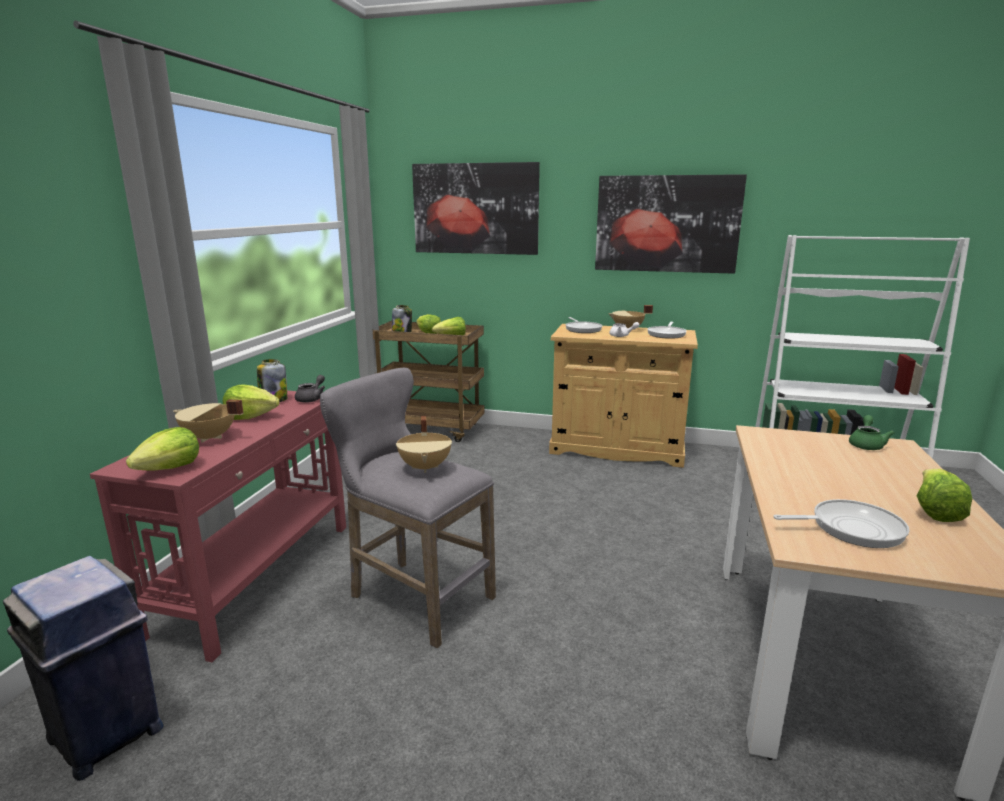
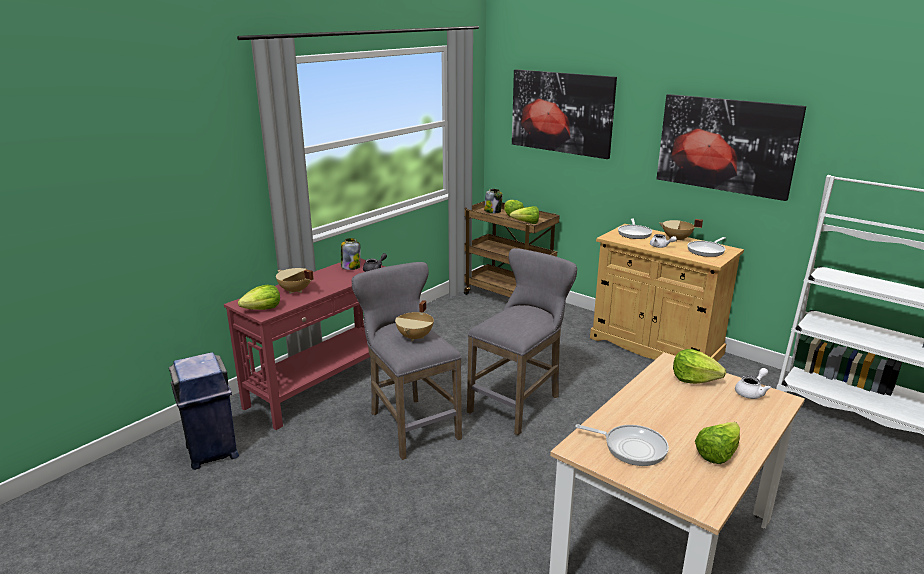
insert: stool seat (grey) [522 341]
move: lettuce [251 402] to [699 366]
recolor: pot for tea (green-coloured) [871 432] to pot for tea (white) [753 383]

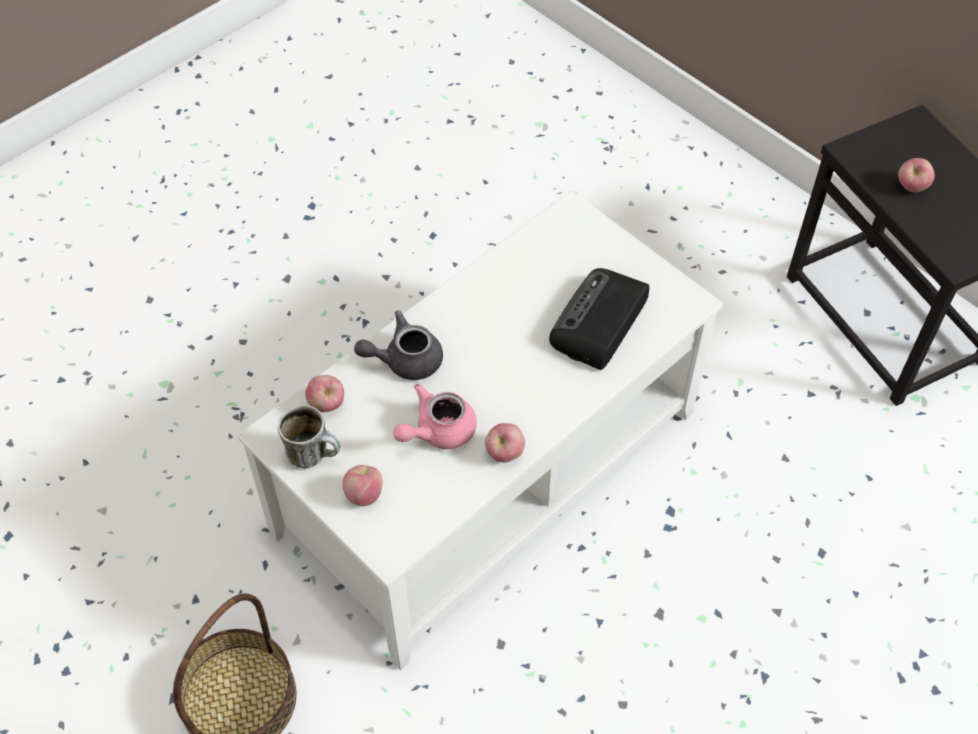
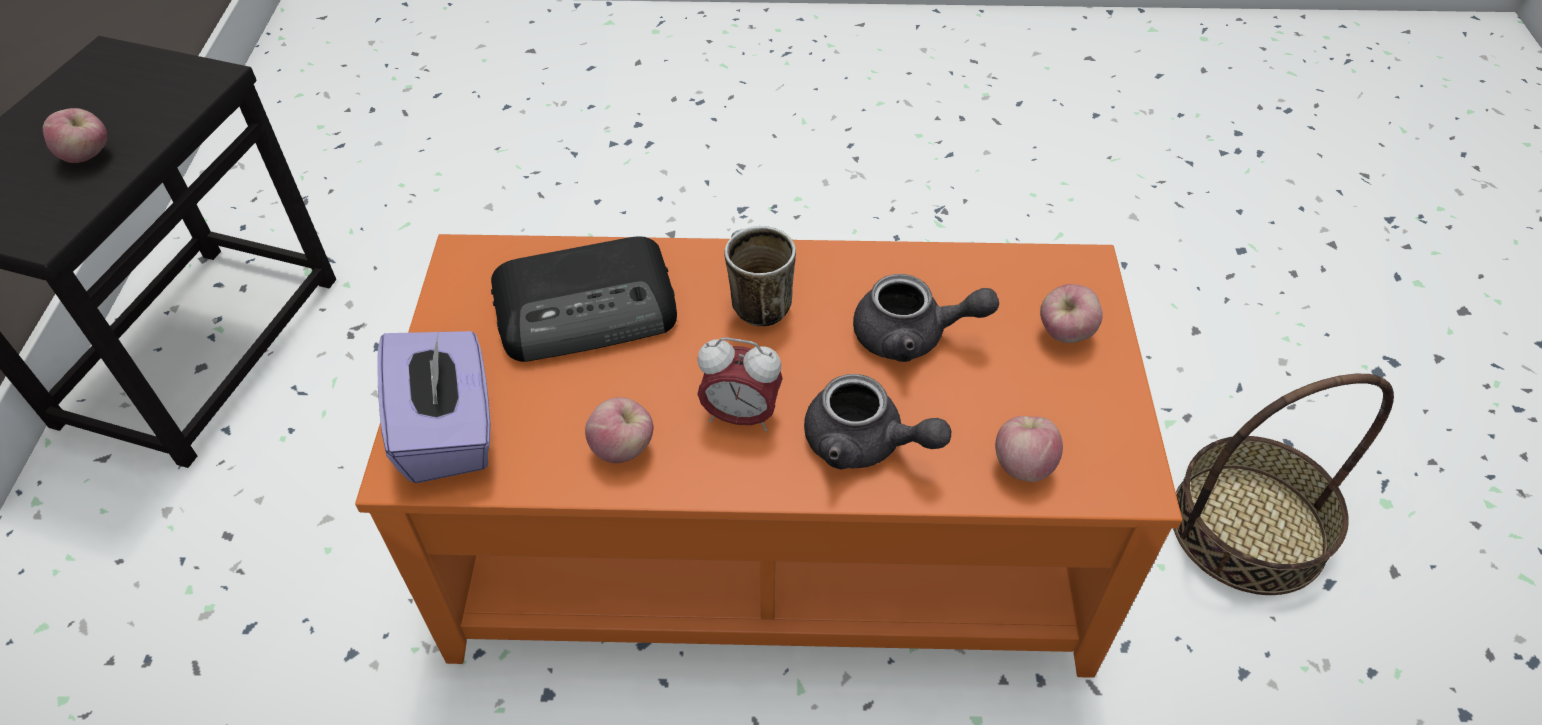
insert: box of tissues (purple) [434 407]; table clock [740 384]
move: coffee mug [309 436] to [760 276]; apple [505 442] to [619 430]
recolor: low table (white) [480 430] to low table (orange-coloured) [768 456]; pot for tea (pinkish) [435 416] to pot for tea (grey) [926 318]

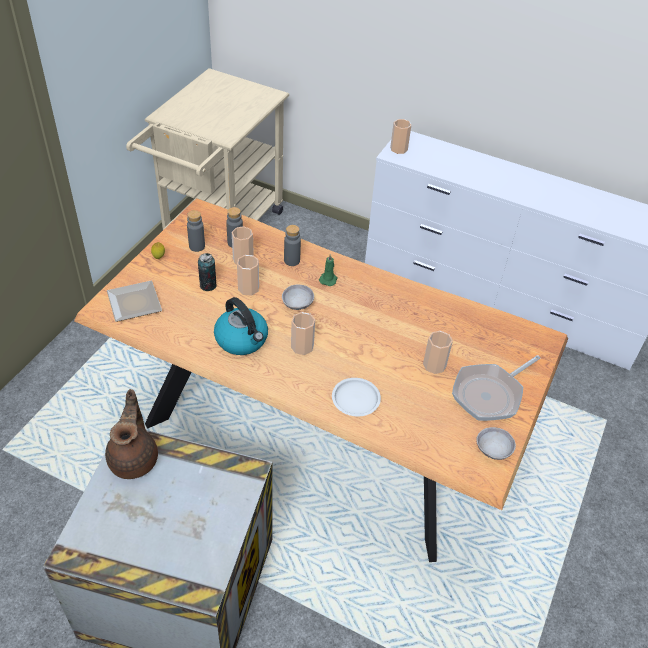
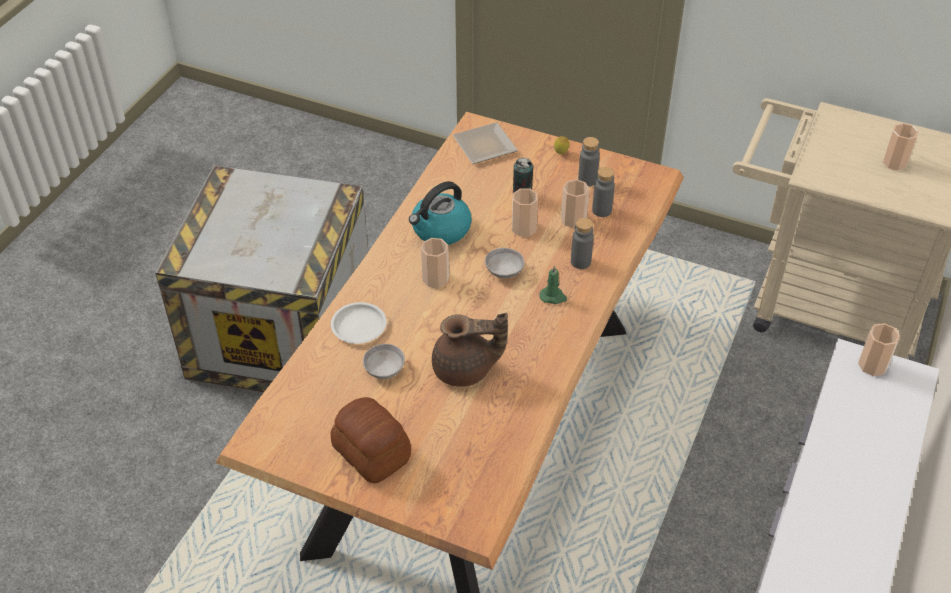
move: drinking cup [438 352] to [901 147]; pot for tea (brownish) [131 434] to [470 350]; bowl (grey) [496 443] to [384 361]
replace: frying pan [496 388] to bread [371 440]

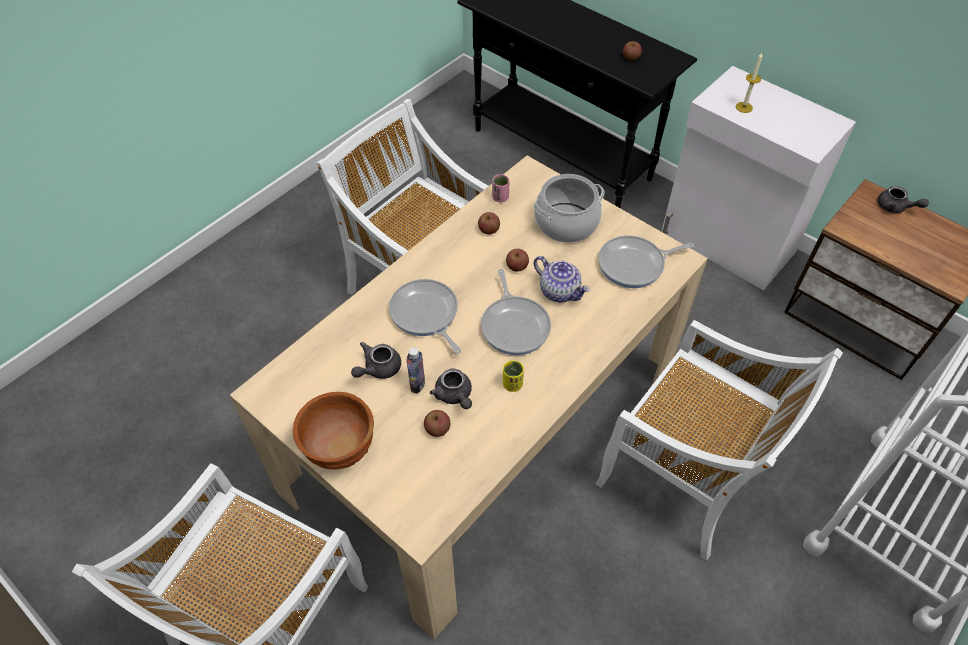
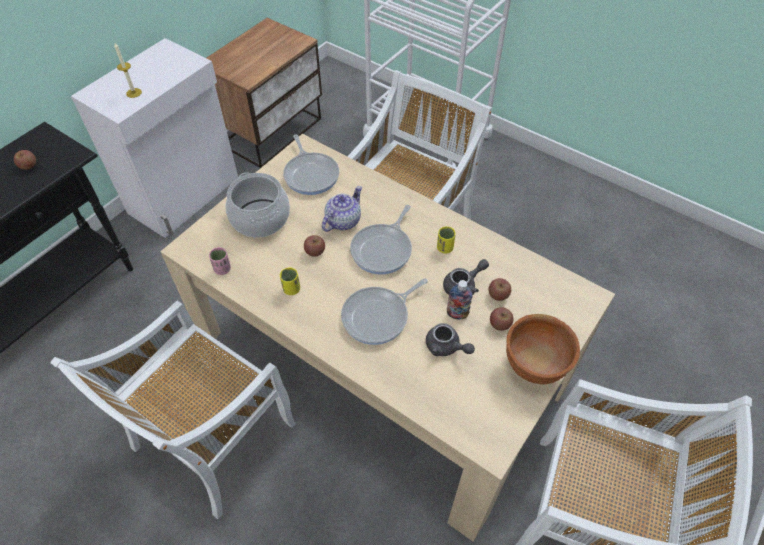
delete: pot for tea (grey) [903 199]
insert: drinking cup (yellow) [290 281]
move: apple [489 223] to [502 319]
rotate: frying pan [516 312] = [381 239] 135 degrees clockwise

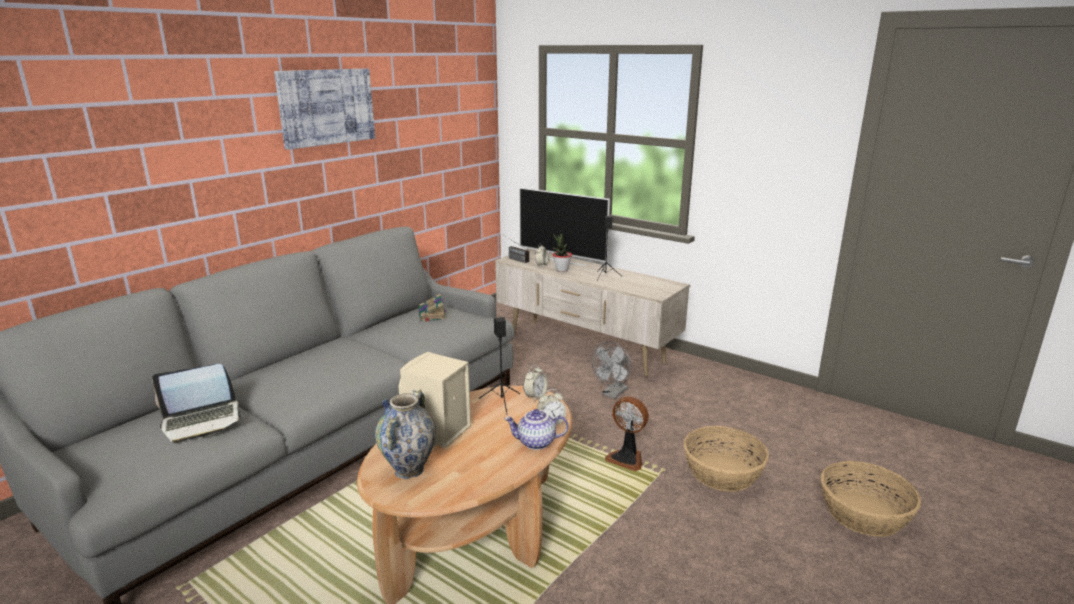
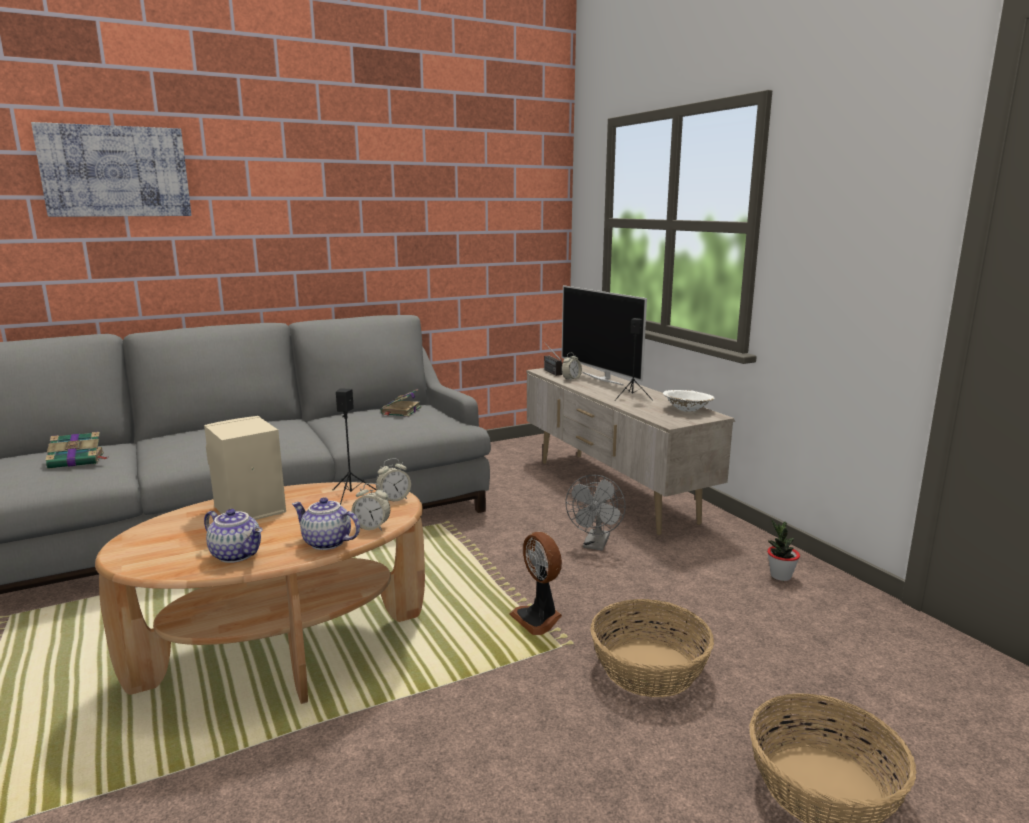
delete: decorative vase [405 434]
insert: bowl (white) [689 401]; pot for tea [233 536]
move: picture [324 109] to [111 169]; plant in a pot [562 253] to [783 550]
replace: notebook computer [198 403] to book [77 450]
rotate: electric fan (grey) [611 370] = [595 513] 45 degrees counterclockwise

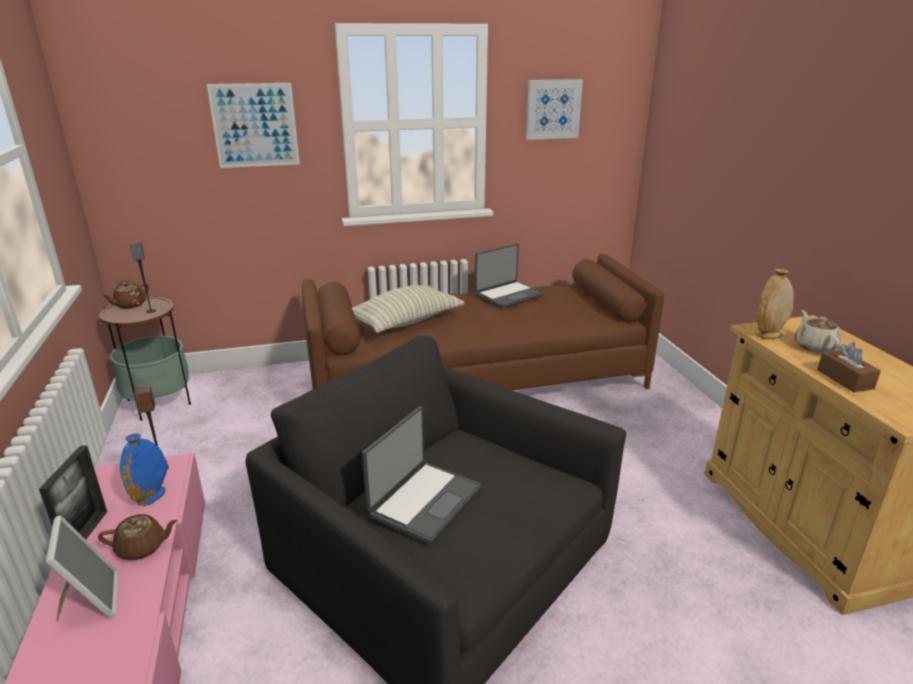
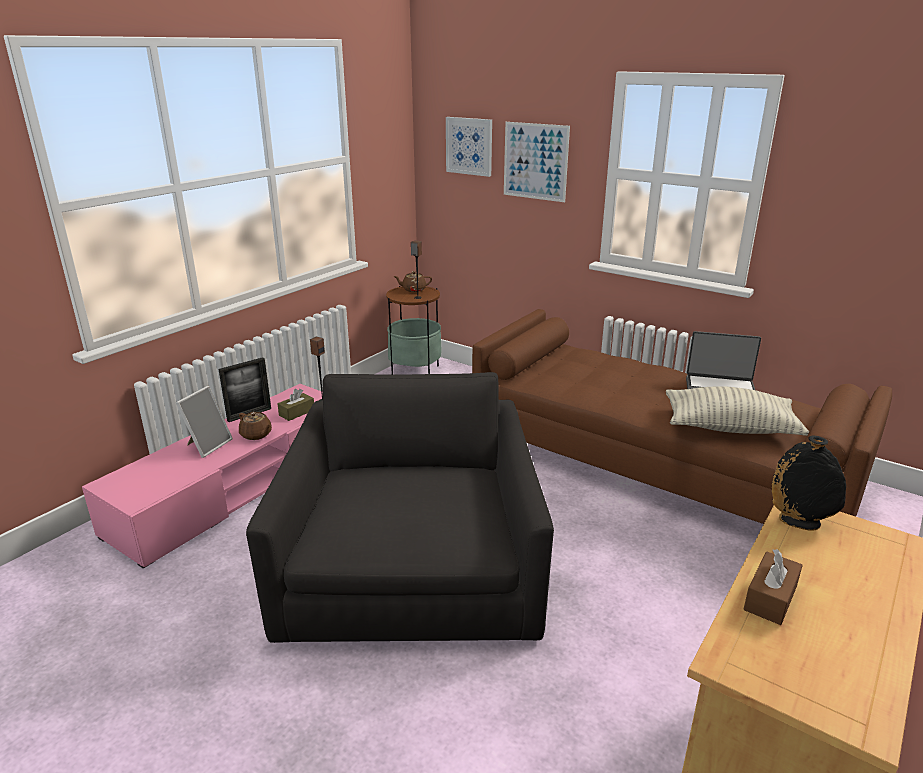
delete: pot for tea (beige-coloured) [818 331]; notebook computer [421 475]
move: picture [554 109] to [469 147]; pillow [408 309] to [737 411]
replace: decorative vase (bluish) [143 469] to box of tissues (brownish) [295 405]
recolor: decorative vase (beige-coloured) [775 304] to decorative vase (black) [809 483]

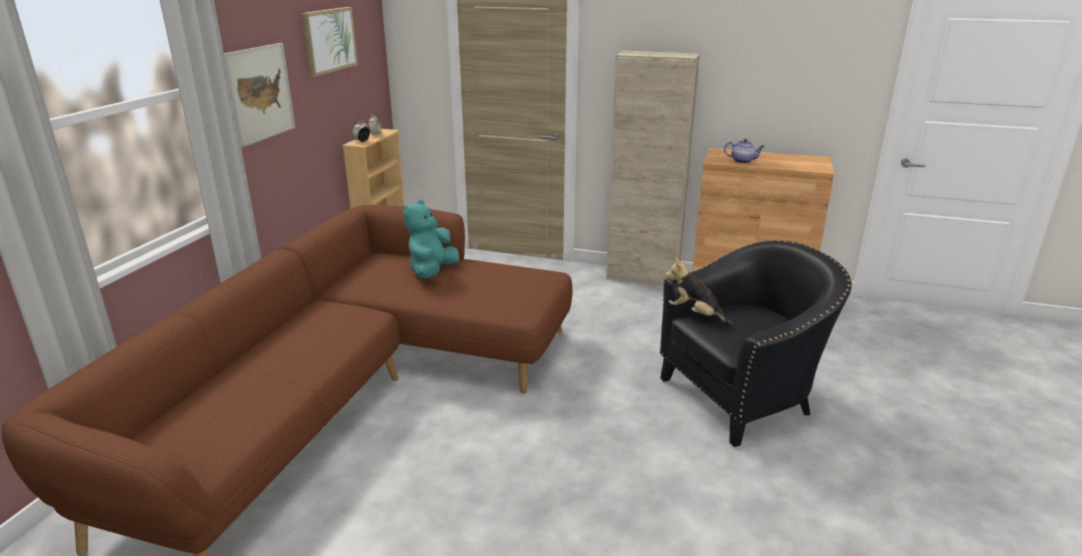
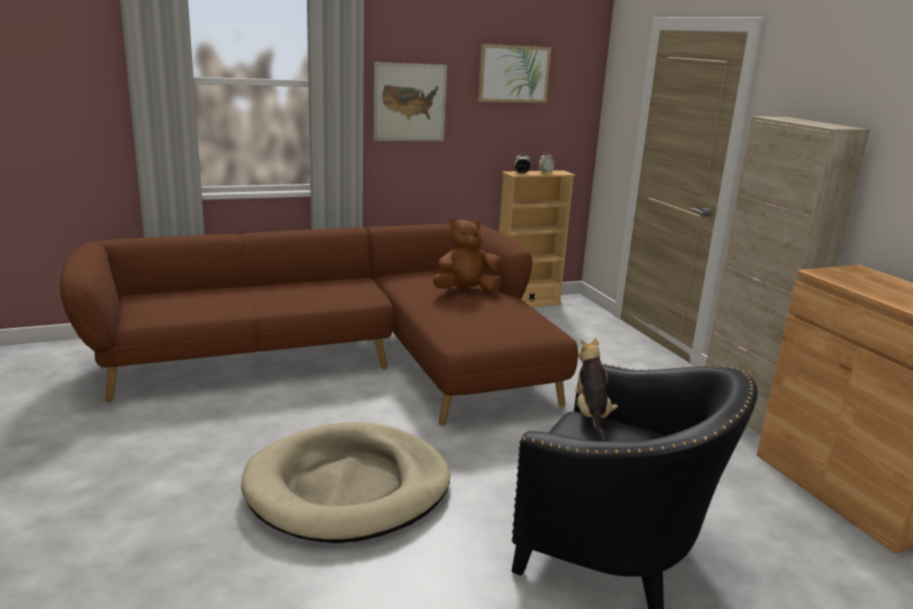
delete: pot for tea [744 151]
insert: dog bed (beige-coloured) [345 482]
recolor: soft toy (blue-green) [431 239] to soft toy (brownish) [467 255]

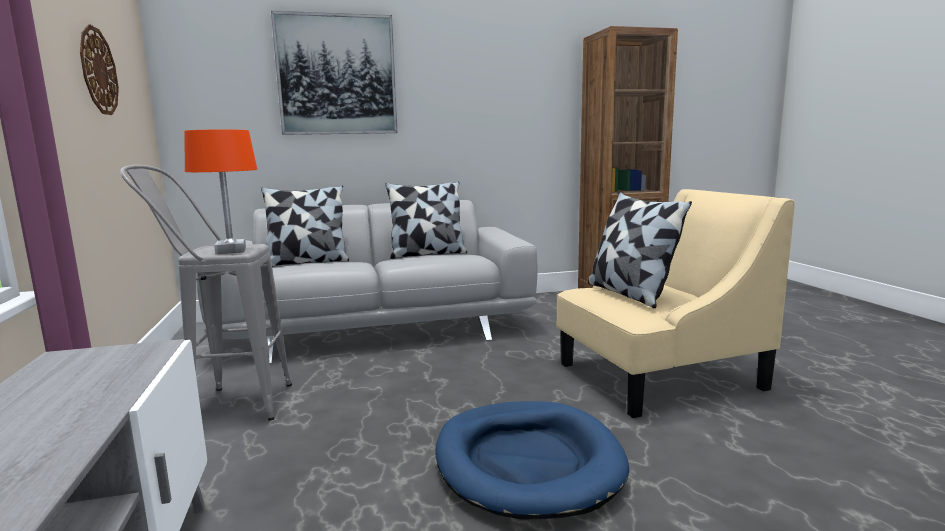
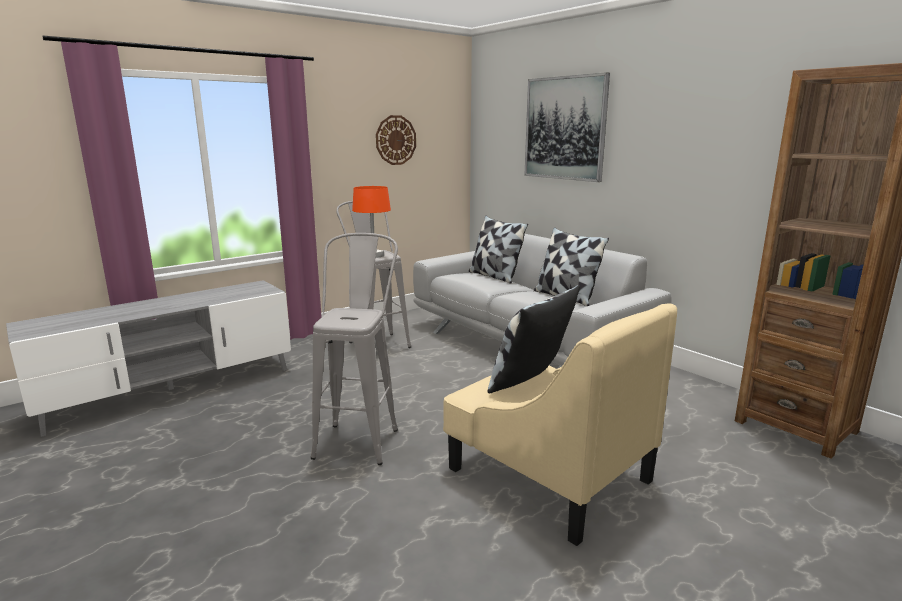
replace: dog bed (bluish) [532 460] to stool seat (grey) [354 349]

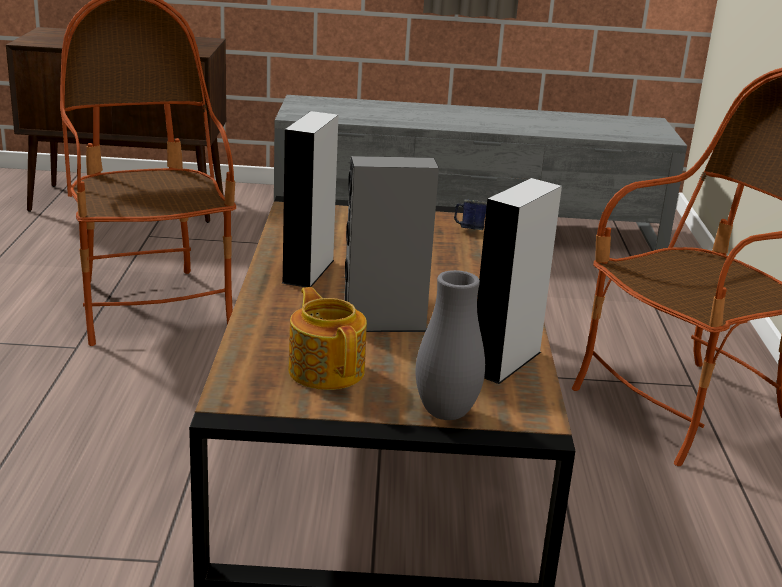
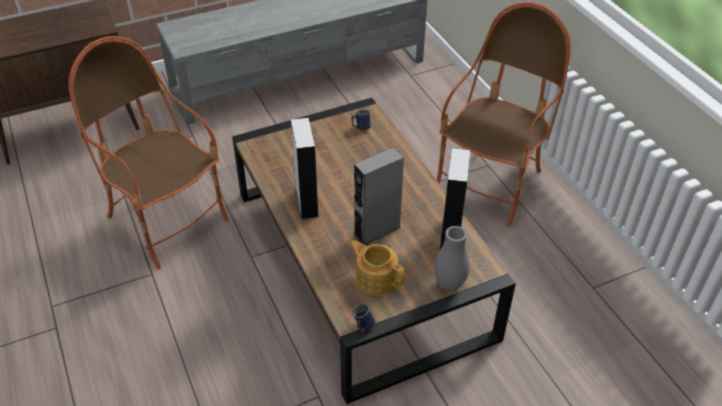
insert: coffee mug (bluish) [363 318]

